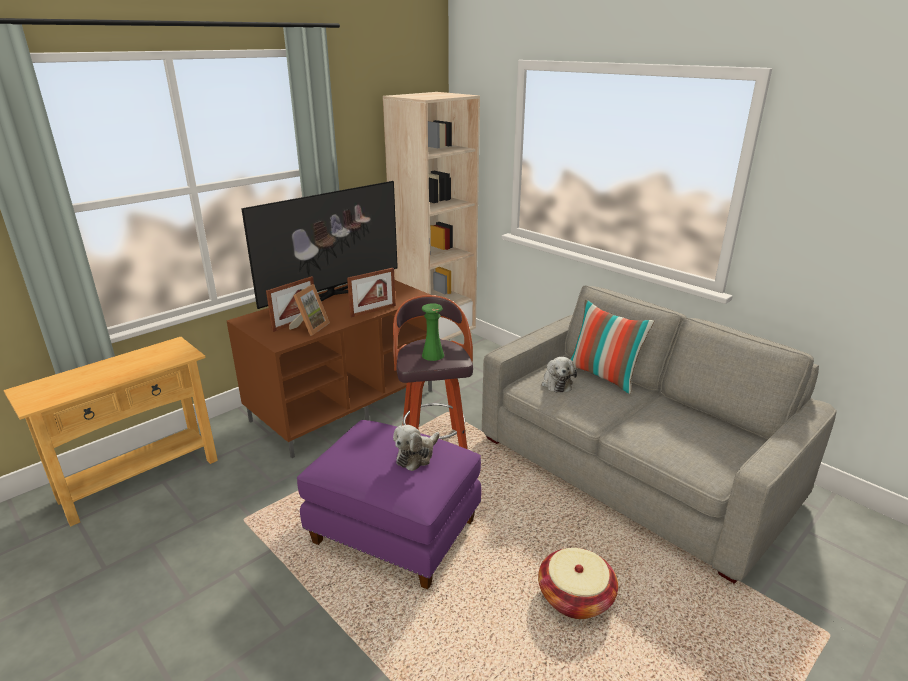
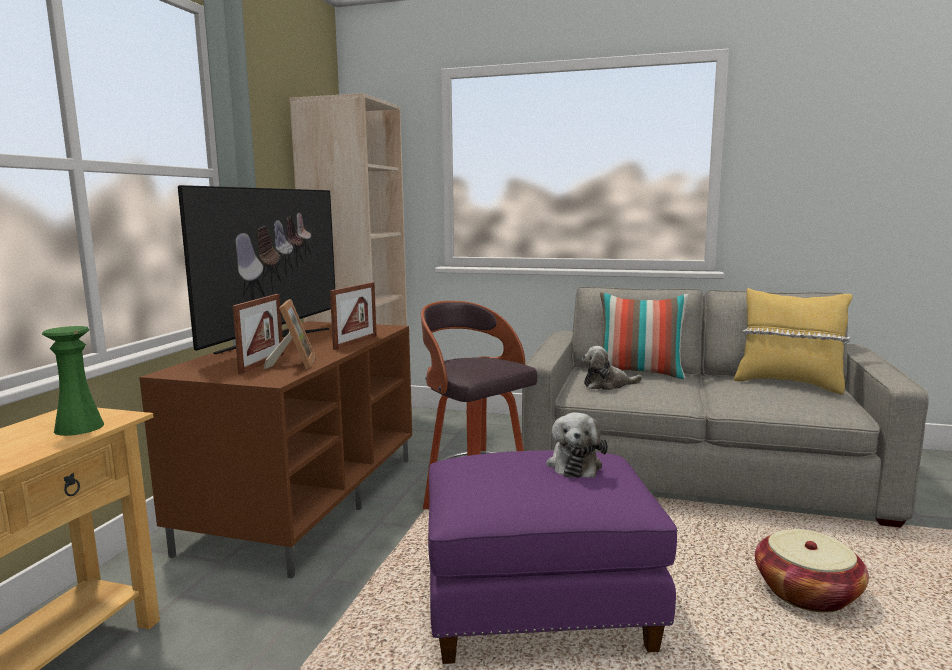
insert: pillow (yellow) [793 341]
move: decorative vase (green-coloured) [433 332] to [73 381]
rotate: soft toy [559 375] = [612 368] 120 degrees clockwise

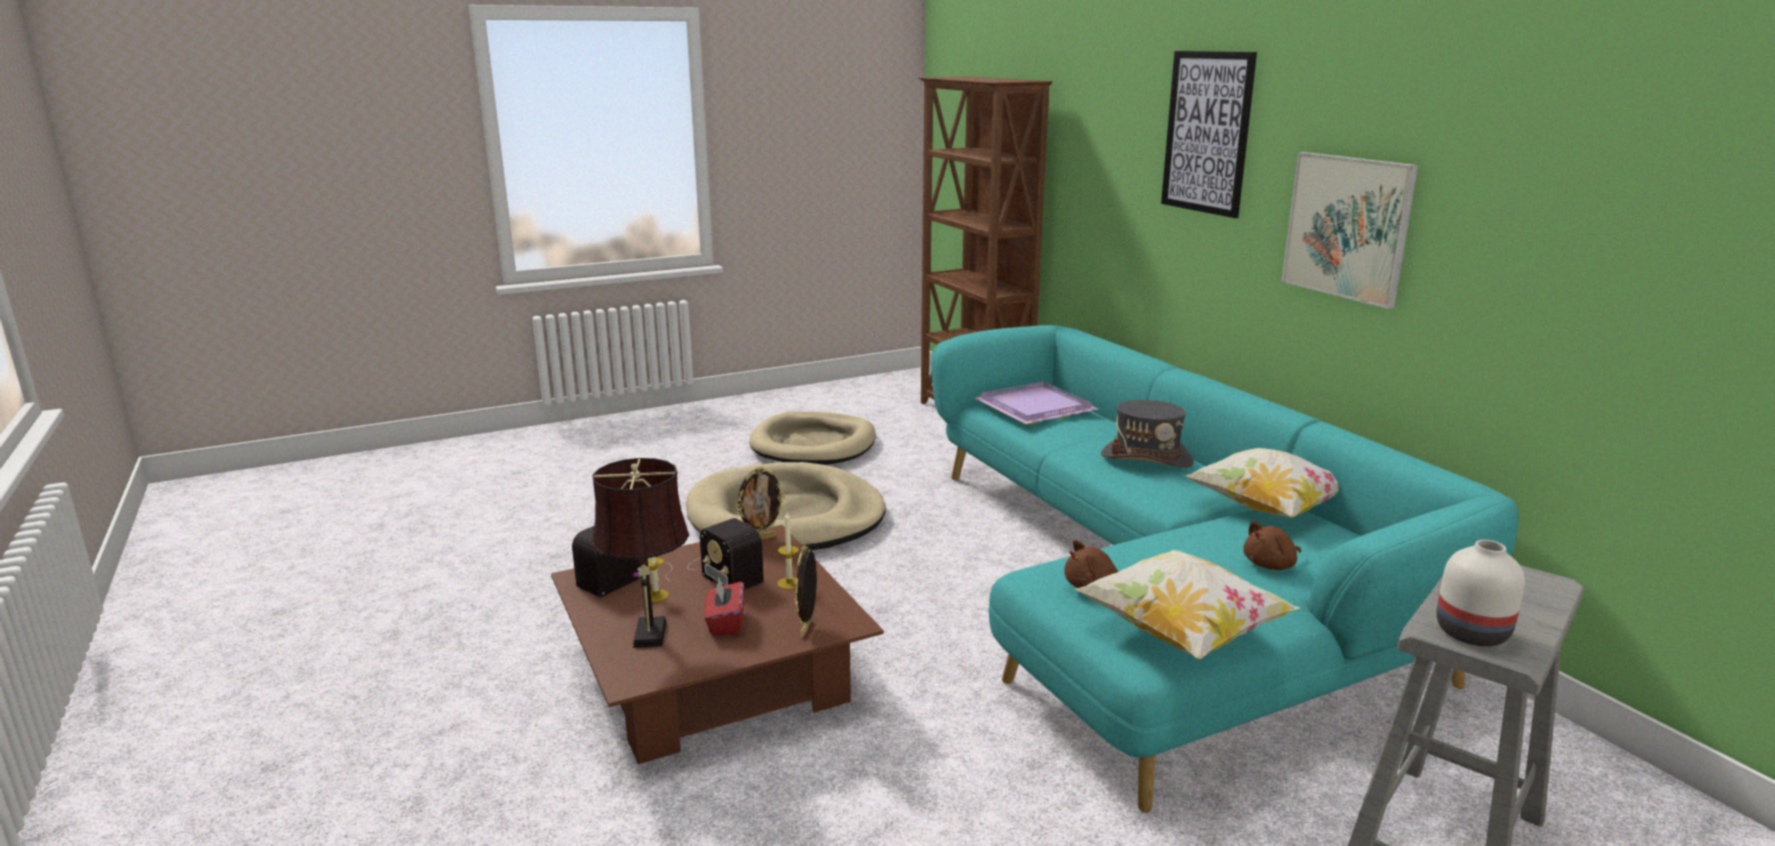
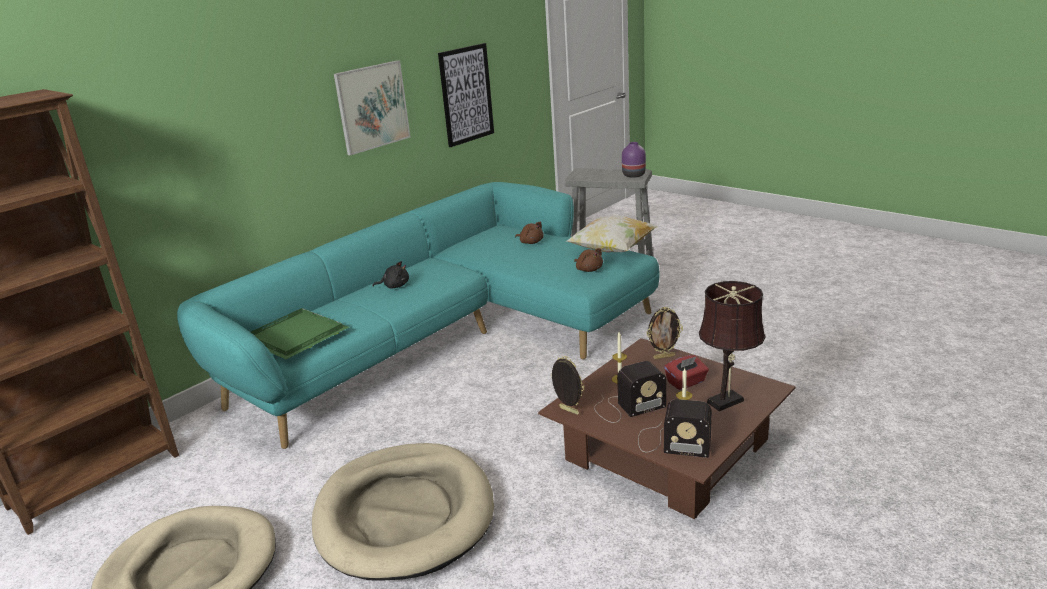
delete: pillow [1261 483]
move: picture [1209 134] to [466 95]
replace: hat (grey) [1147 433] to soft toy (black) [390 275]
recolor: serving tray (purple) [1036 403] to serving tray (green-coloured) [300 333]; decorative vase (white) [1481 593] to decorative vase (purple) [634 160]
rotate: radio receiver [725 554] = [630 392] 45 degrees clockwise

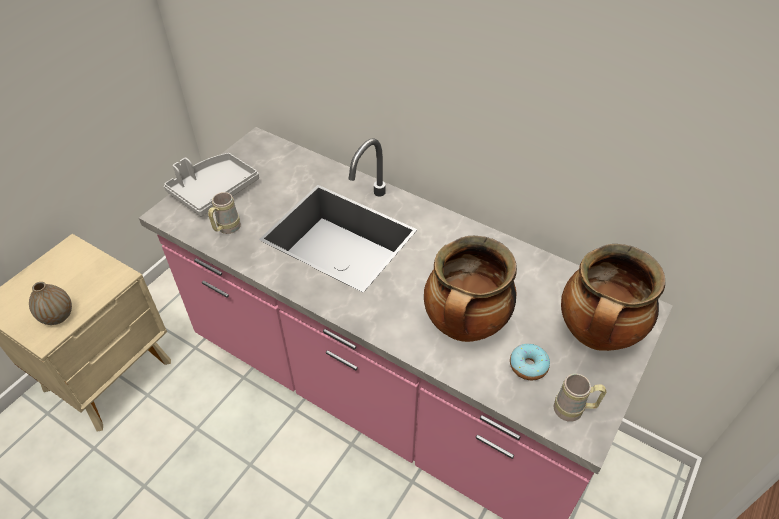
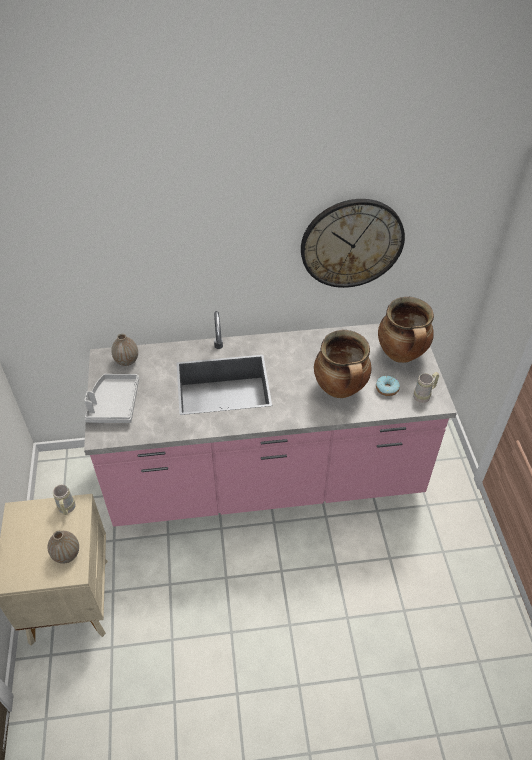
insert: hanging clock [353 243]; decorative vase [124 350]
move: coffee mug (beige-coloured) [224 213] to [64 499]

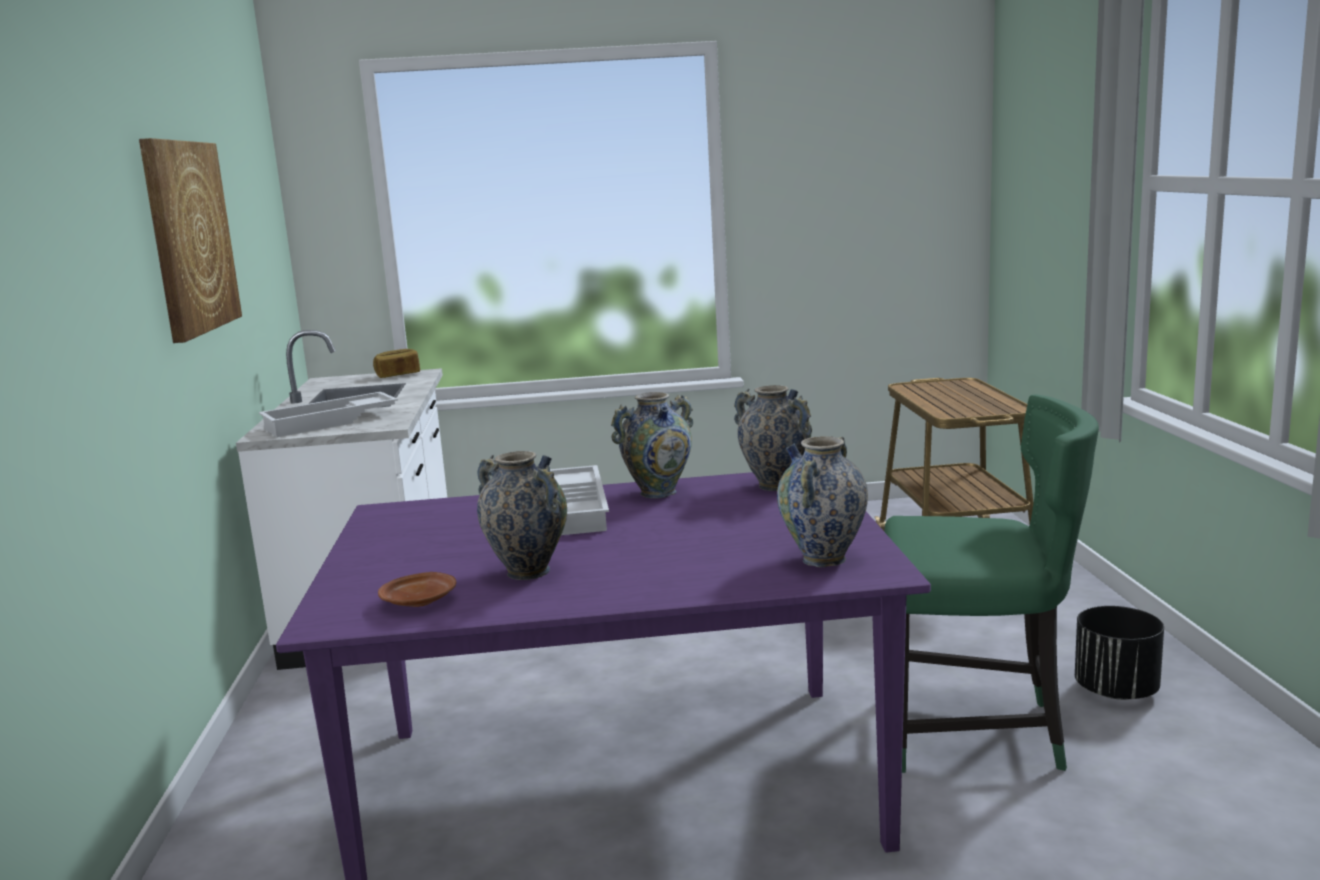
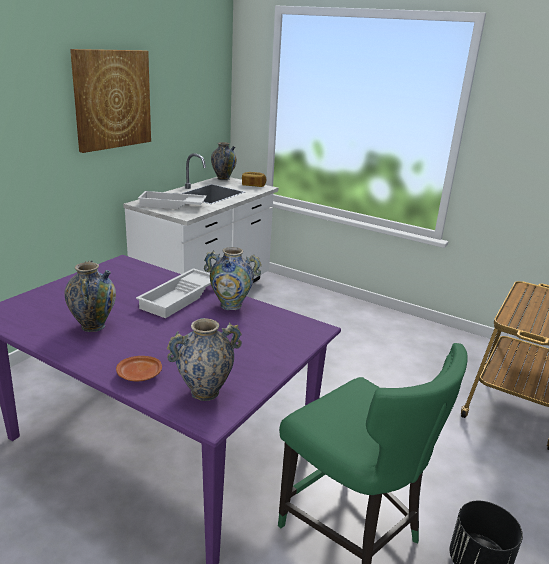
move: decorative vase [773 438] to [224 161]; dinner plate (brownish) [417 589] to [139 368]

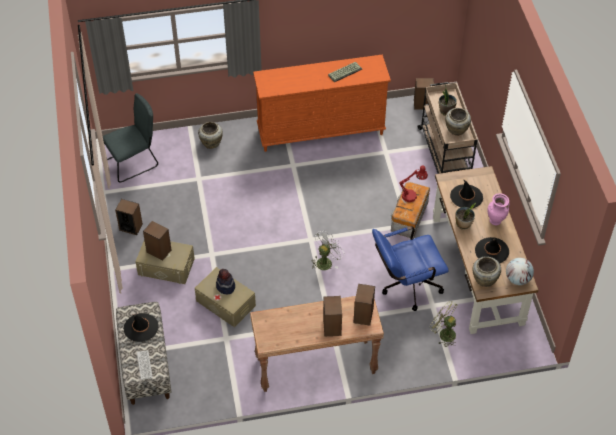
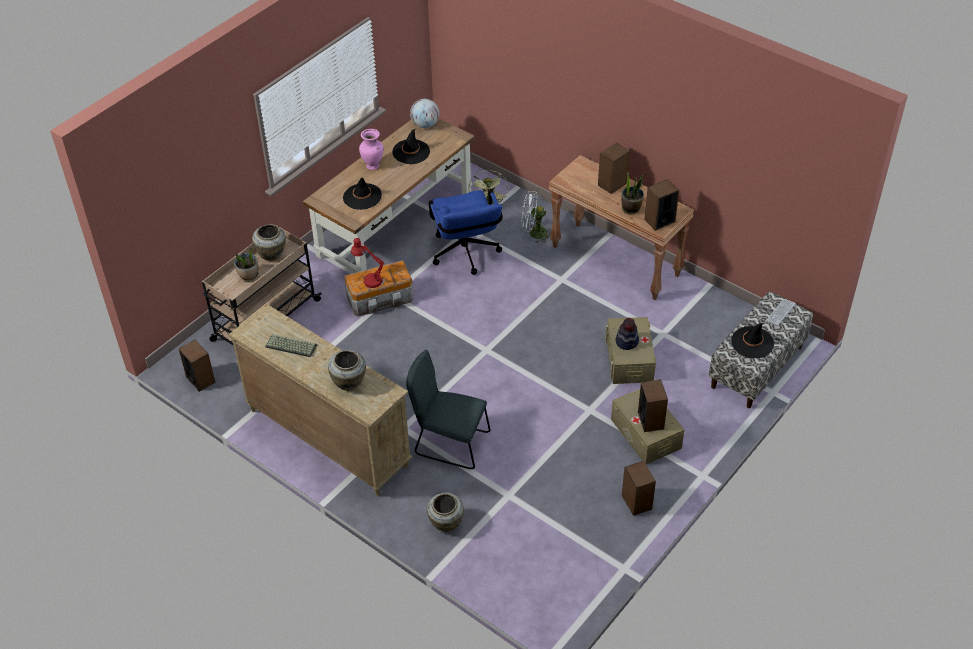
move: chair (grey) [130 137] to [448 409]; plant in a pot [465 216] to [632 193]; electric fan (white) [328 250] to [535 217]; decorative vase (beige-coloured) [486 271] to [347 370]; audio speaker [364 305] to [661 205]
recolor: dresser (orange-coloured) [322 103] to dresser (beige-coloured) [321 400]
rotate: office chair (bluish) [410 268] = [466 232] 45 degrees clockwise

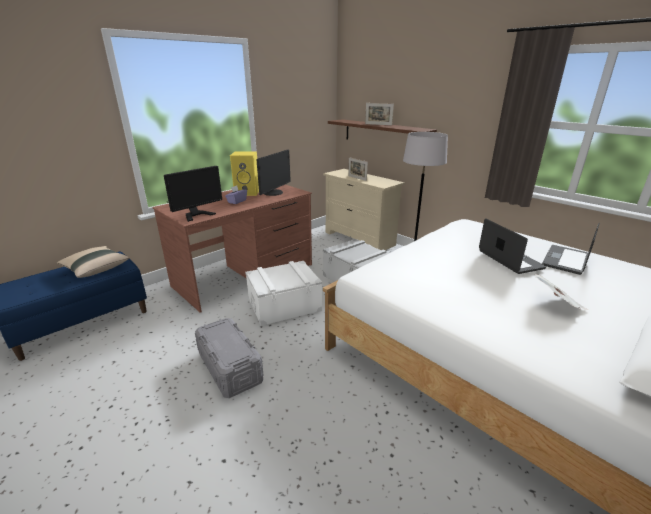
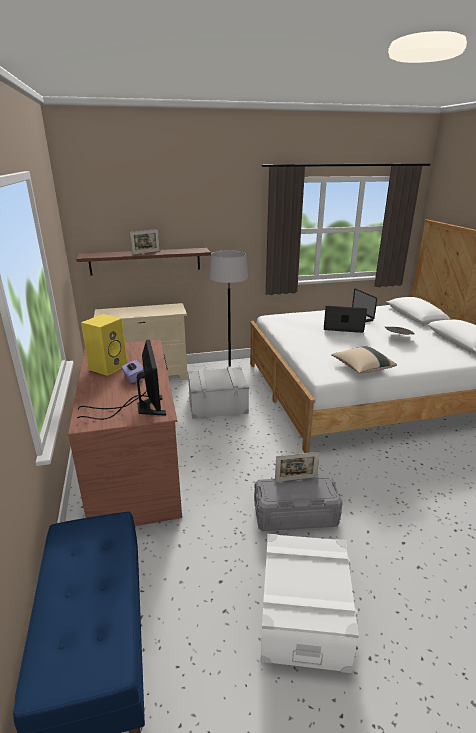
delete: computer screen [273 172]
move: photo frame [358 169] to [297 467]; pillow (beige-coloured) [93 262] to [364 360]; storage box (white) [283 293] to [310 603]

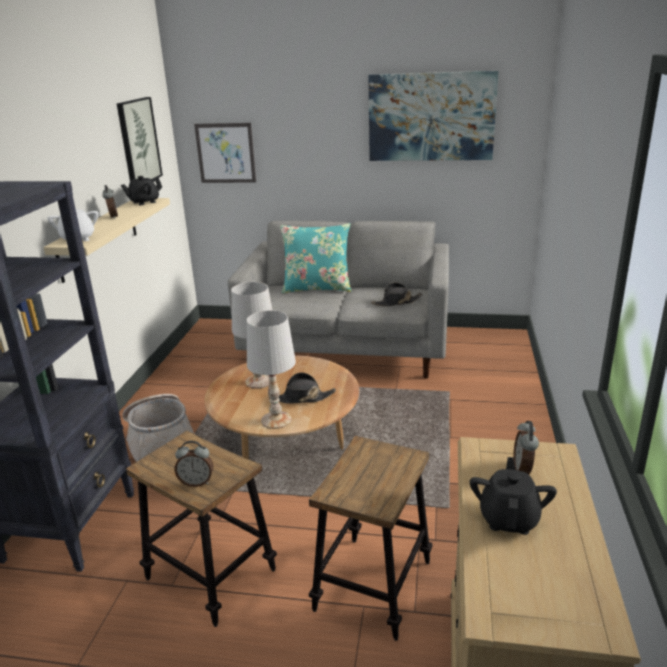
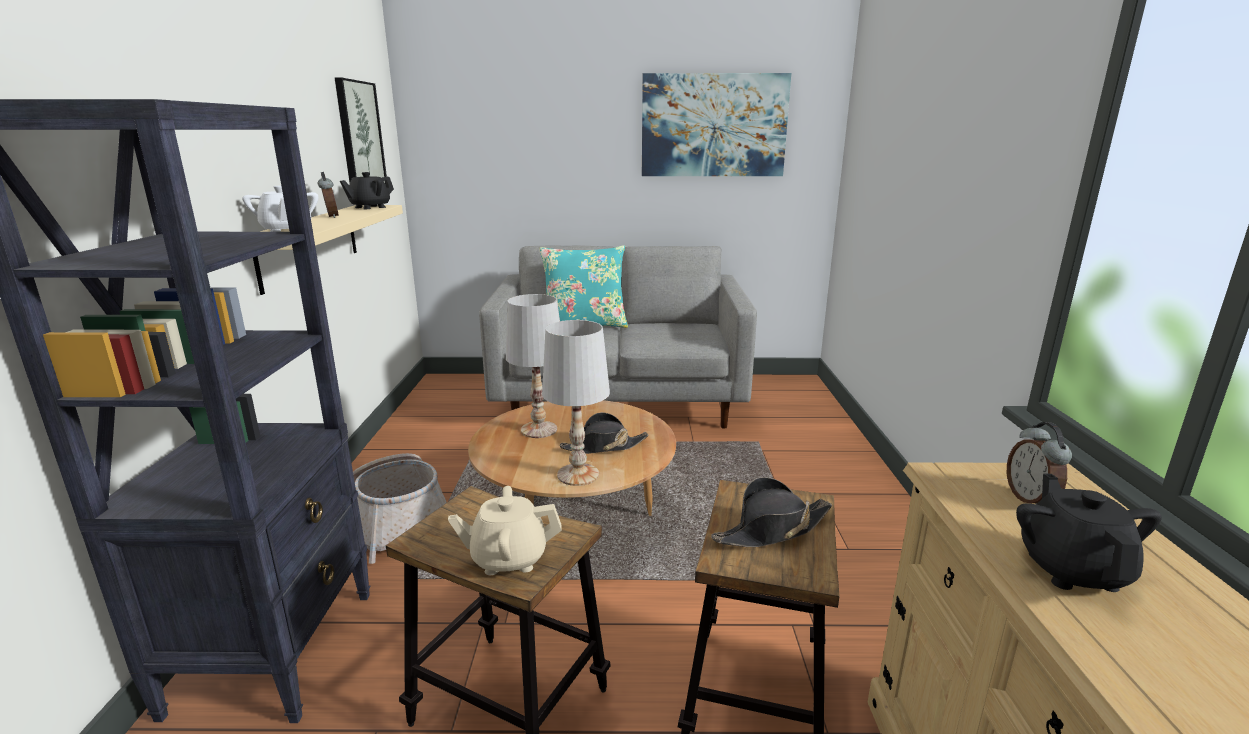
delete: picture [225 153]
move: hat (black) [397 294] to [771 512]
replace: table clock [194 464] to pot for tea (beige-coloured) [505 530]

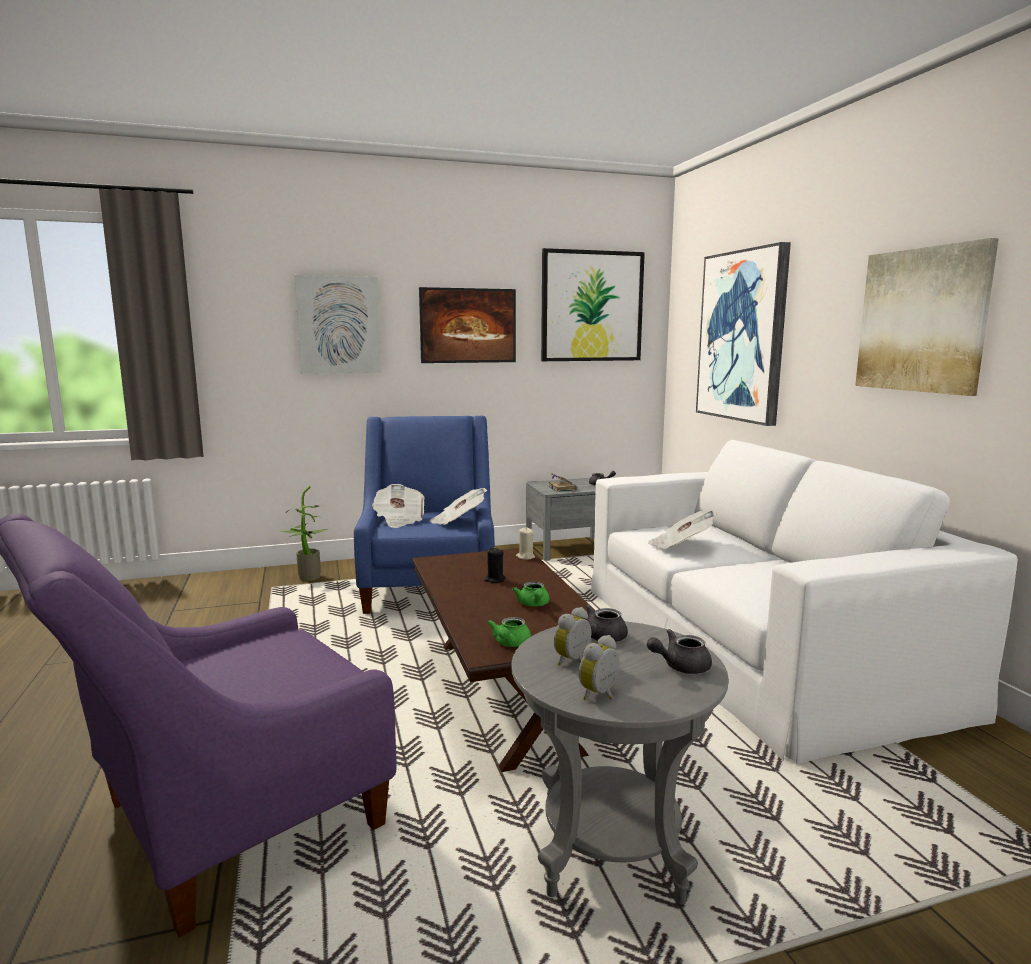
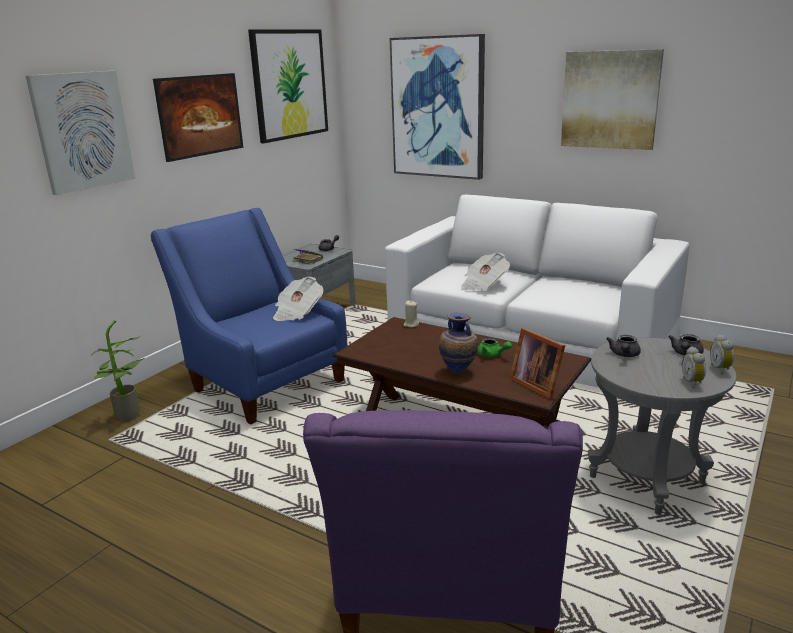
delete: printed paper [398 506]; candle (black) [494 565]
insert: decorative vase [458 343]
move: table clock [572 636] to [722 354]
replace: pot for tea (green-coloured) [509 632] to photo frame [537 363]

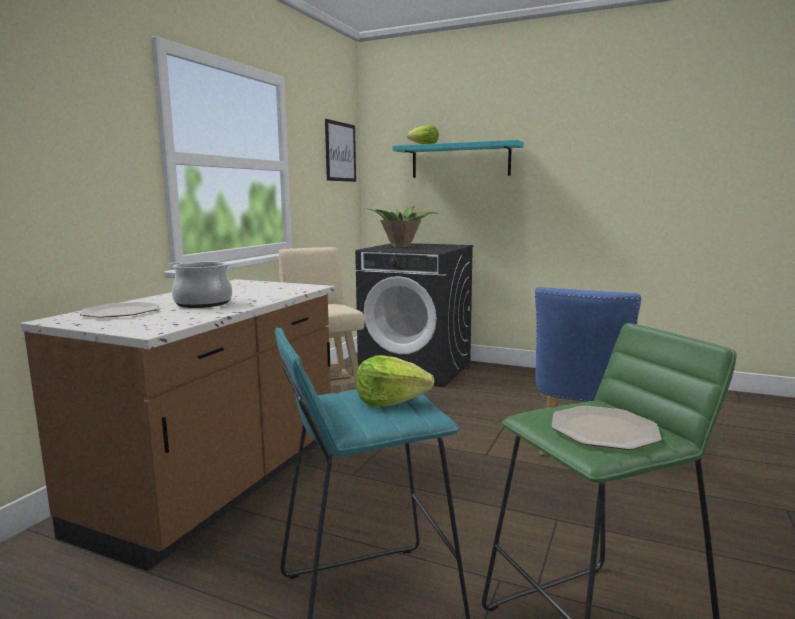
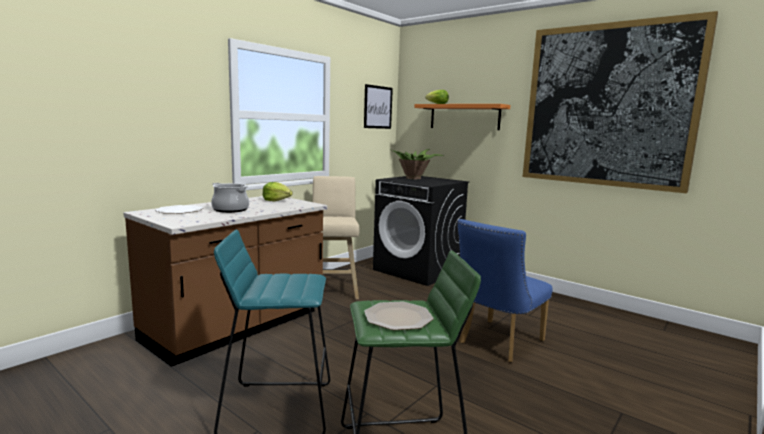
insert: picture [620 102]
move: lettuce [395 381] to [277 191]
recolor: shelf (blue-green) [458 159] to shelf (orange-coloured) [462 117]

